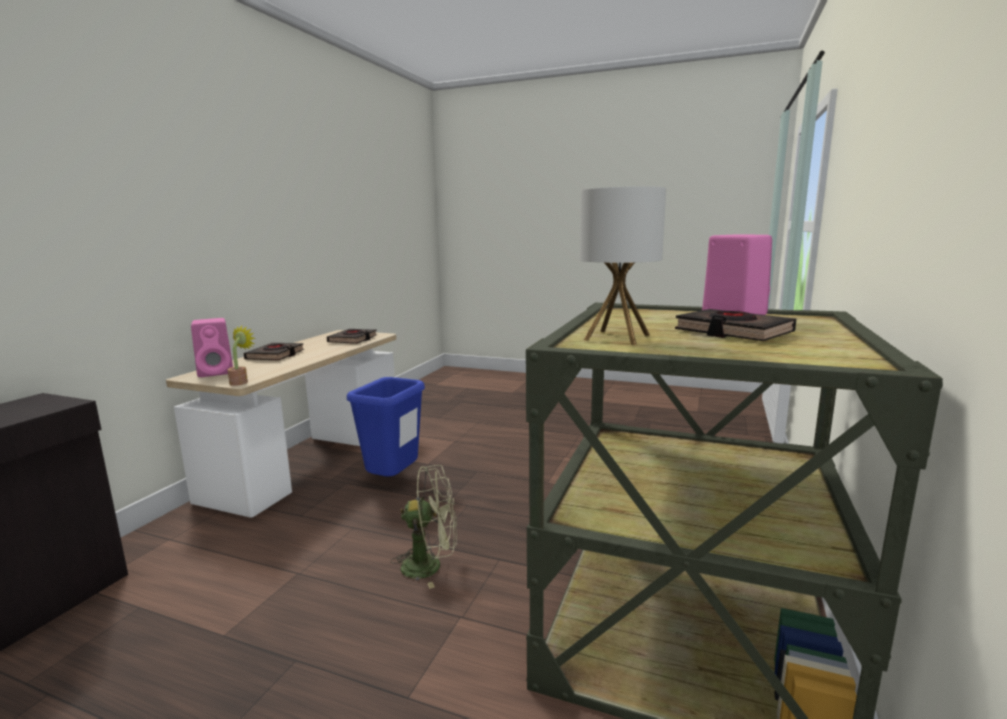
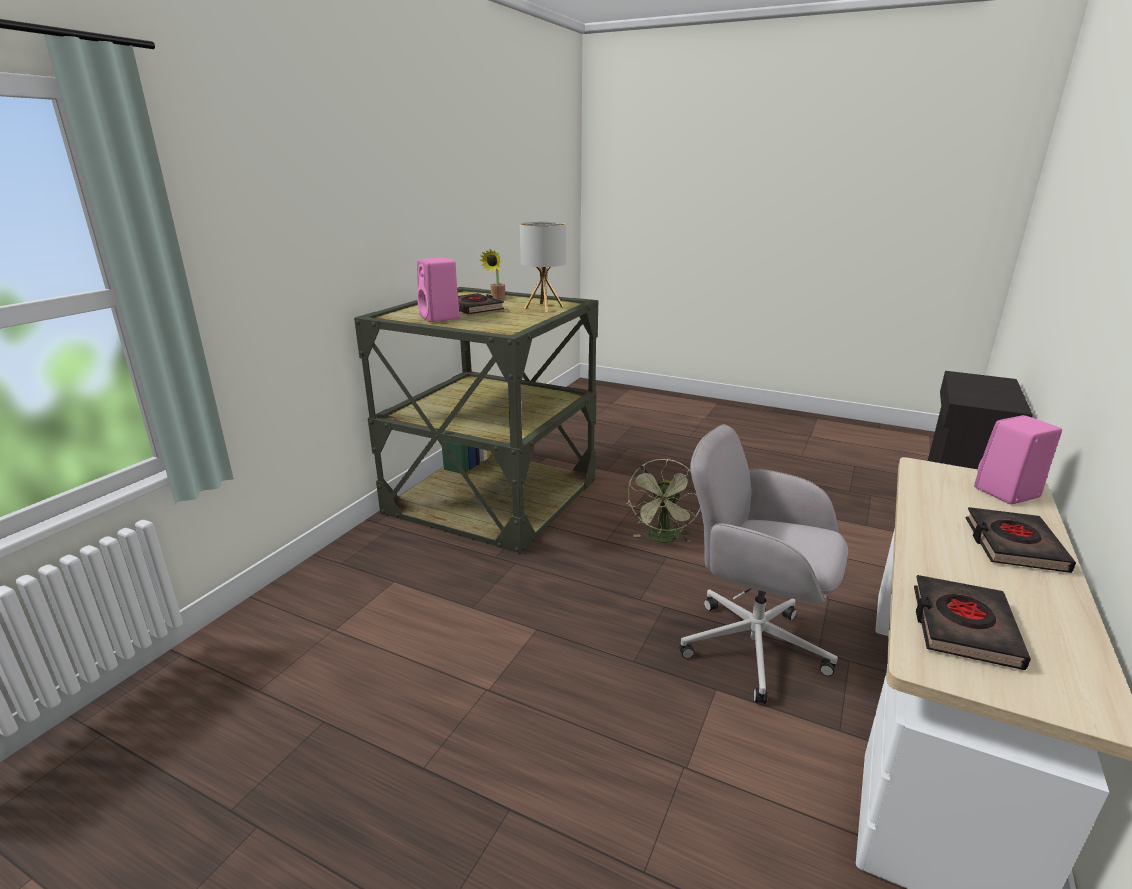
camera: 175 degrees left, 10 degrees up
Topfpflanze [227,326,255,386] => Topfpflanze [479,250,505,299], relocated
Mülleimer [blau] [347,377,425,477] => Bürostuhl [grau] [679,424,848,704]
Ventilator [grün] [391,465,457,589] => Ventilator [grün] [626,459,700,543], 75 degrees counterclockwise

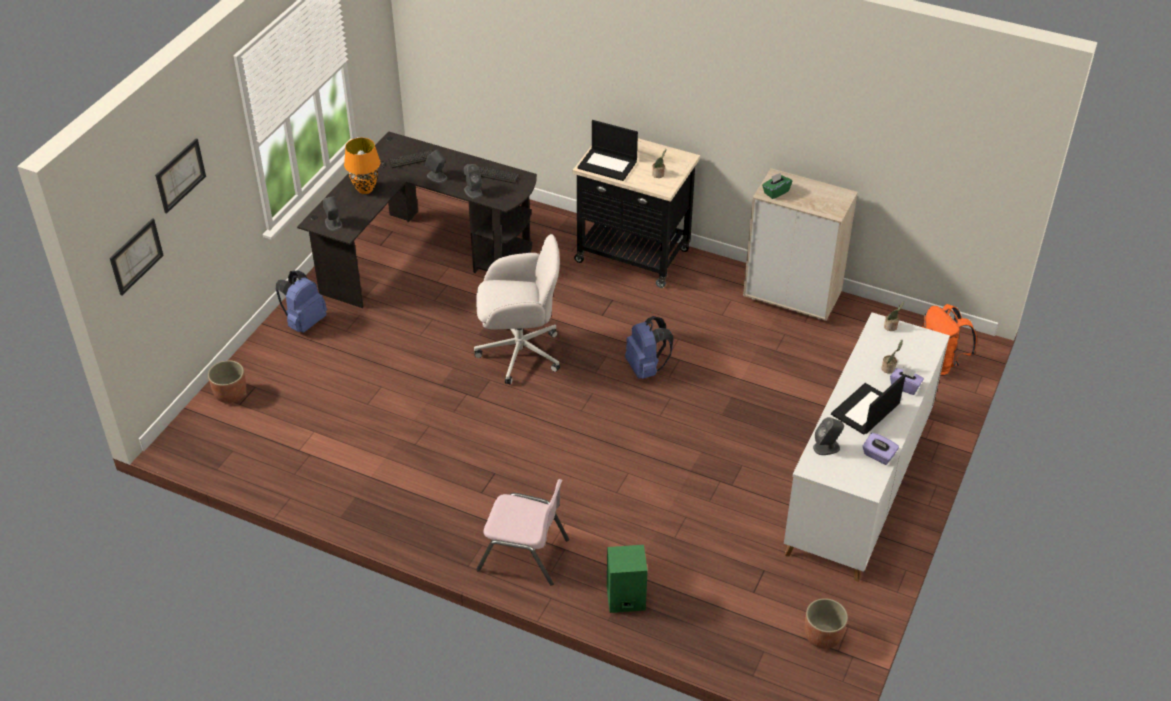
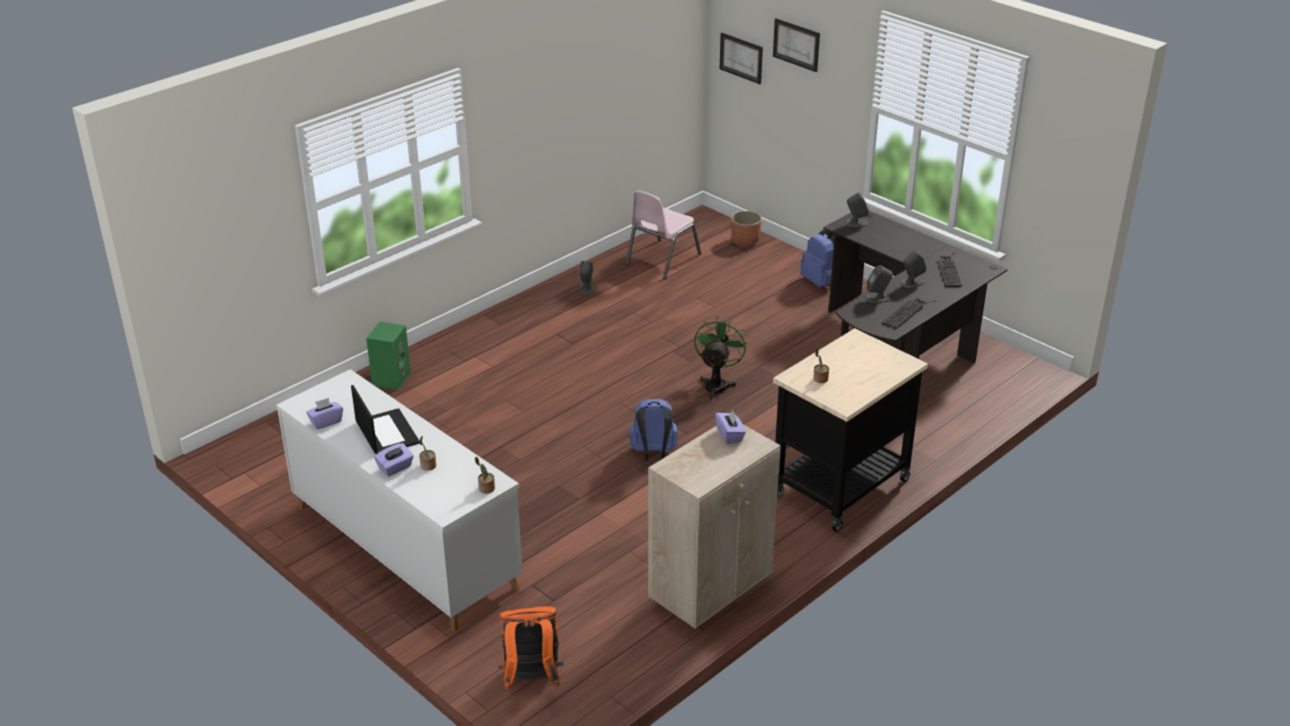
camera: 110 degrees right, 10 degrees down
Laptop [577,120,638,181] => nothing
Tischlampe [orange] [344,138,380,194] => nothing
Taschentuchbox [grün] [762,172,792,199] => Taschentuchbox [lila] [715,409,746,444]
Bürostuhl [weiß] [474,234,560,385] => Ventilator [grün] [694,317,748,400]
Lautsprecher [grau] [813,417,844,455] => Lautsprecher [grau] [579,261,594,294], relocated
Stuhl [rosa] [476,479,569,586] => Stuhl [rosa] [625,191,701,279], relocated
Pflanzkübel [805,598,848,649] => nothing

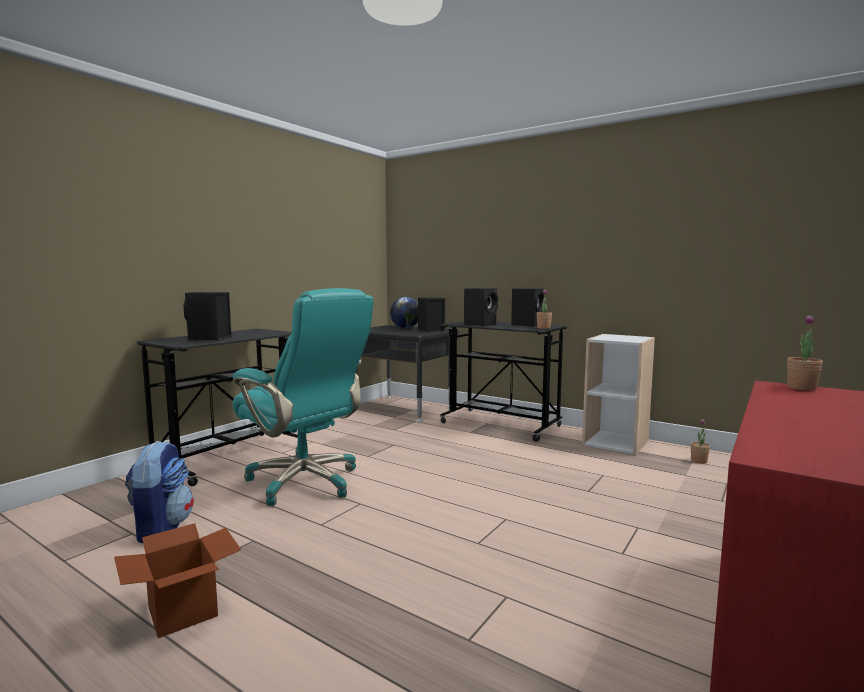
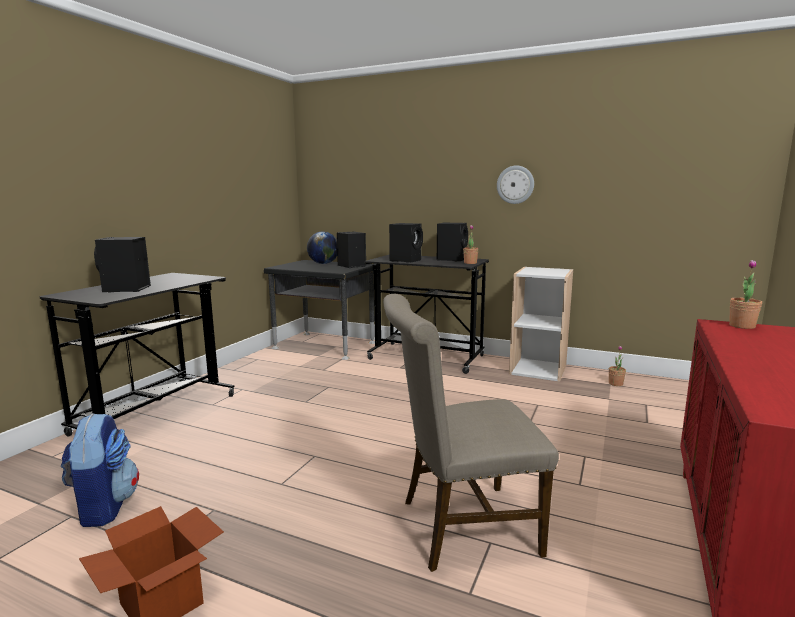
camera: 10 degrees left, 5 degrees up
Bürostuhl [türkis] [232,288,373,506] => nothing
nothing => Wanduhr [497,165,534,204]
nothing => Stuhl [beige] [383,294,559,572]

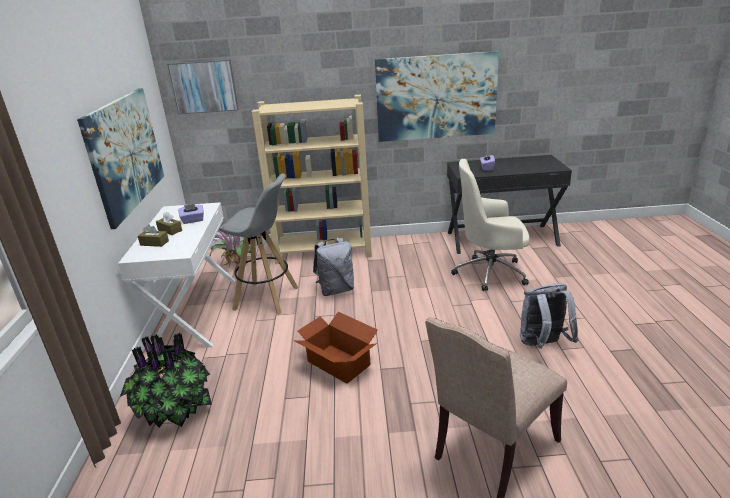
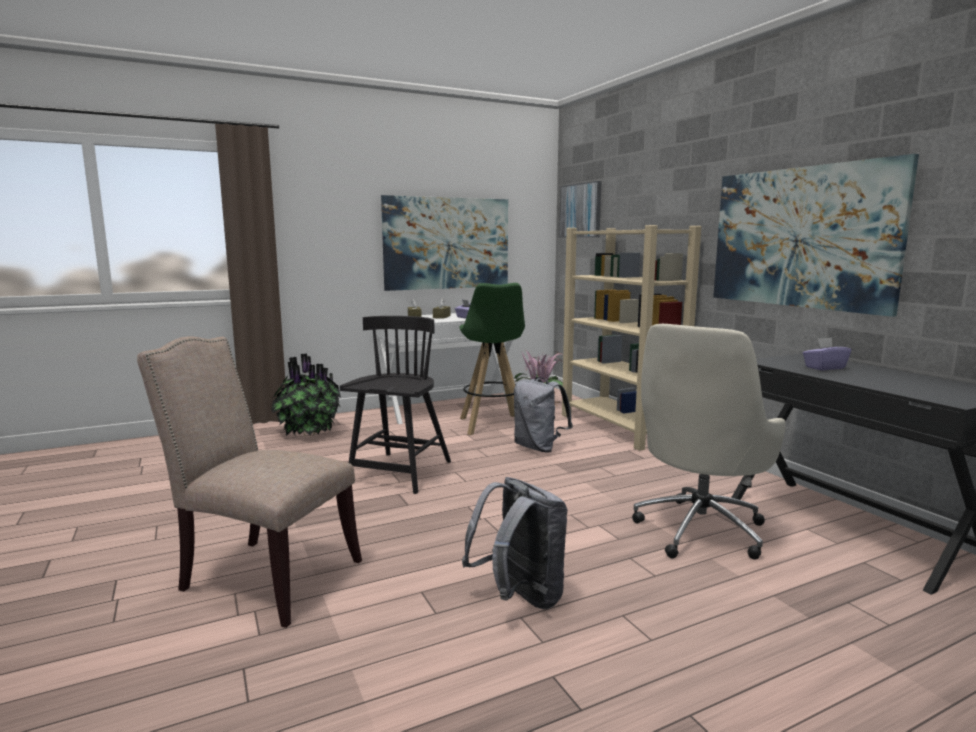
camera: 65 degrees right, 15 degrees down
Bürostuhl [beige] [451,159,530,291] => Bürostuhl [beige] [632,324,786,560], 120 degrees counterclockwise
Hocker [grau] [219,173,298,314] => Hocker [grün] [459,283,525,435]
Karton [293,312,378,384] => Stuhl [schwarz] [340,316,451,494]

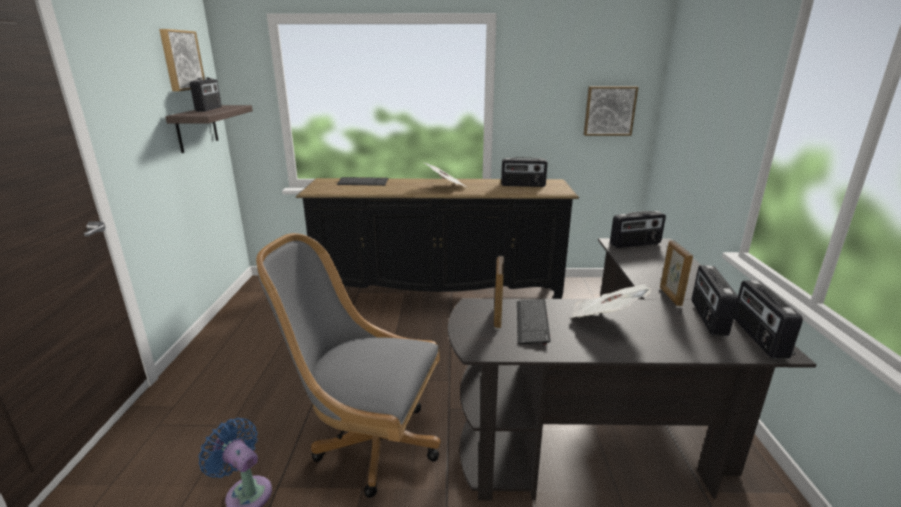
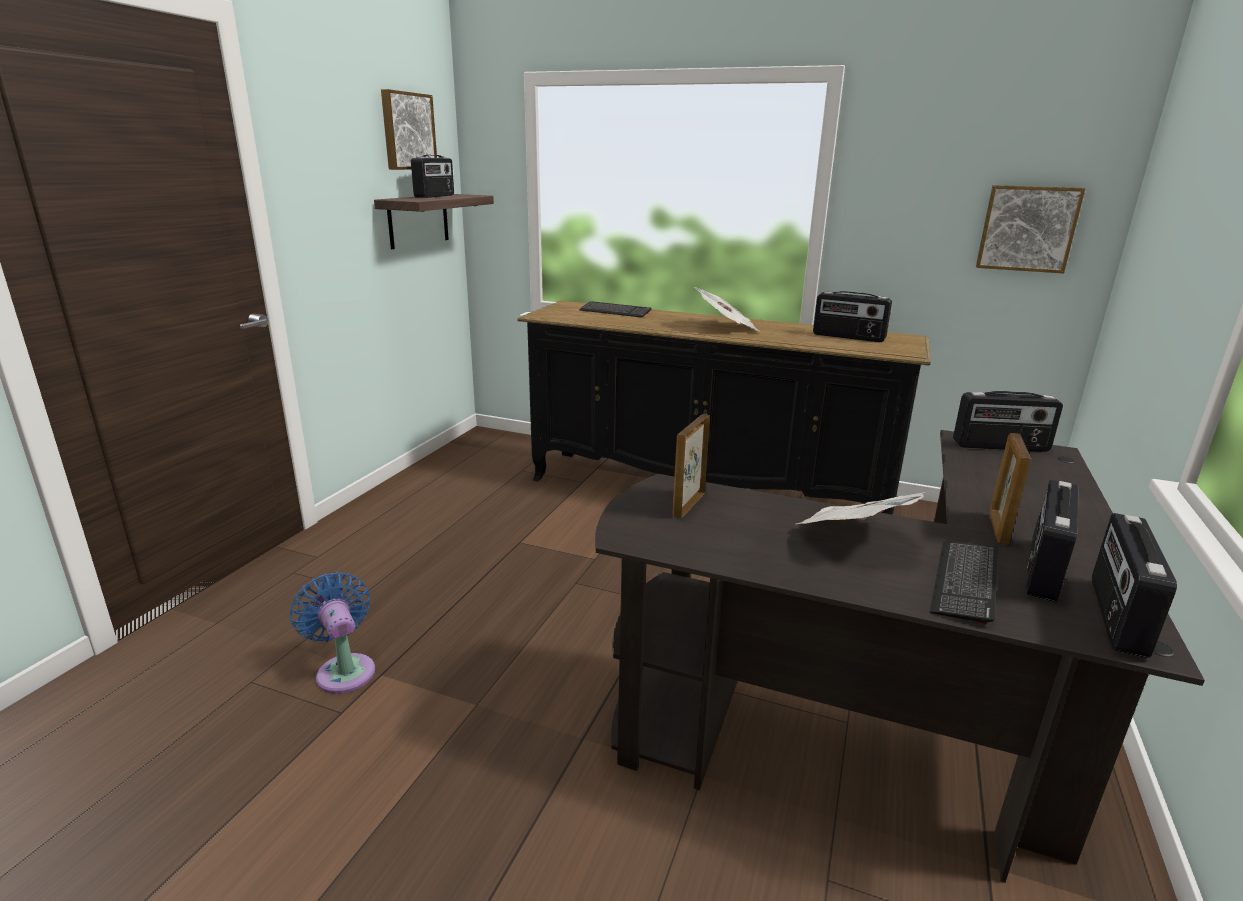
camera: 20 degrees right, 0 degrees up
Bürostuhl [grau] [256,233,441,498] => nothing
Tastatur [517,299,551,345] => Tastatur [930,542,998,625], relocated

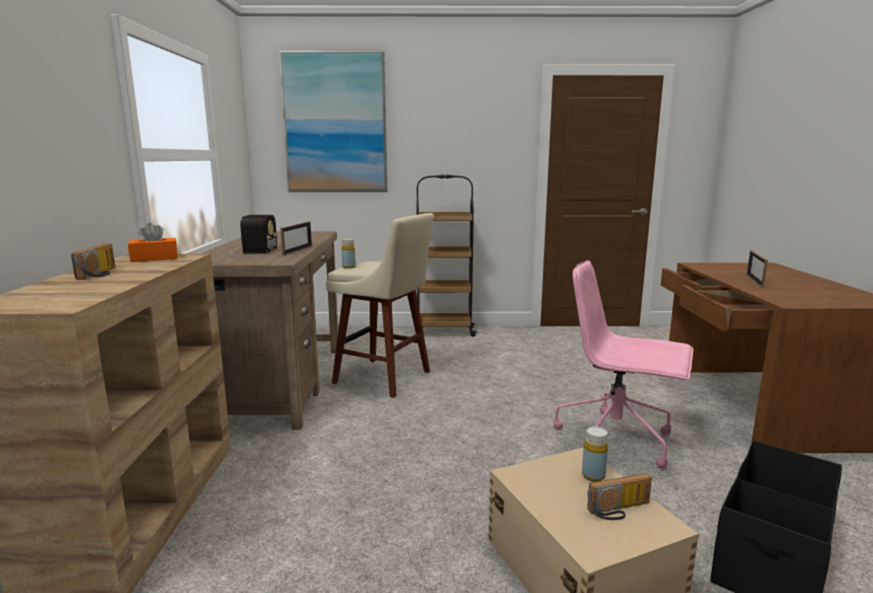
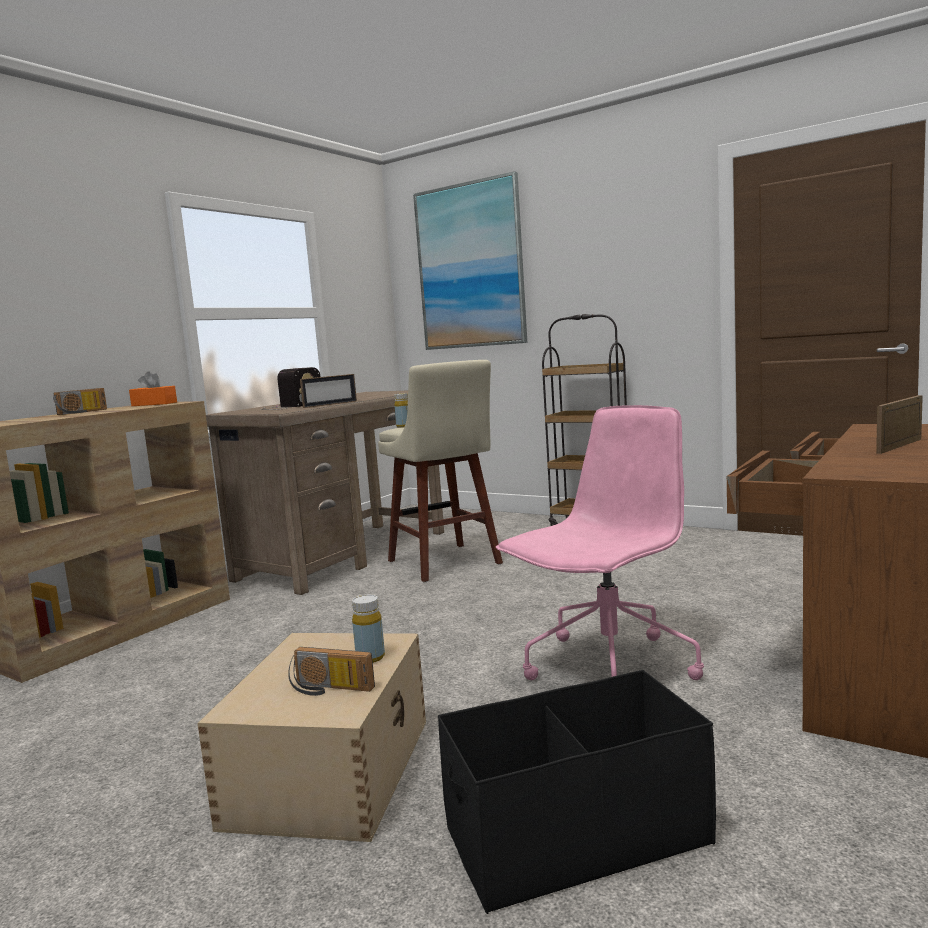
camera: 35 degrees right, 5 degrees down
Bürostuhl [rosa] [553,260,693,468] => Bürostuhl [rosa] [496,405,704,680], 75 degrees clockwise

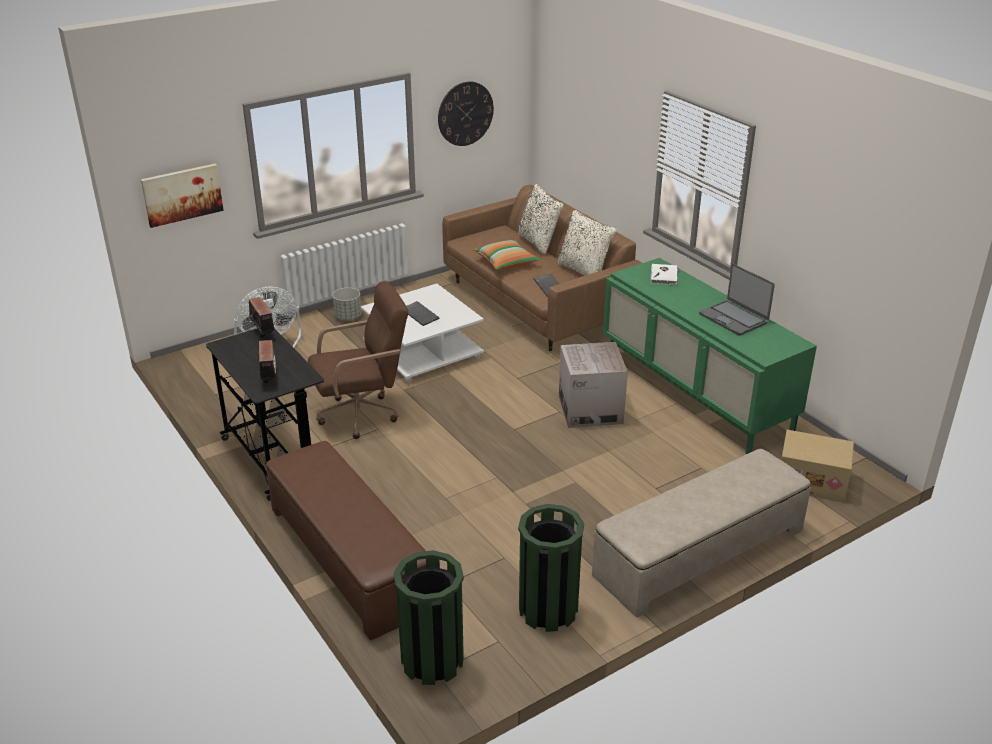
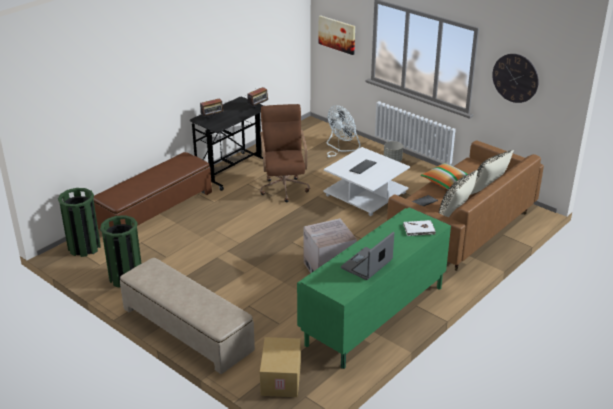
camera: 75 degrees right, 0 degrees up
Bürostuhl [braun] [308,281,409,439] => Bürostuhl [braun] [260,104,310,202], 150 degrees counterclockwise

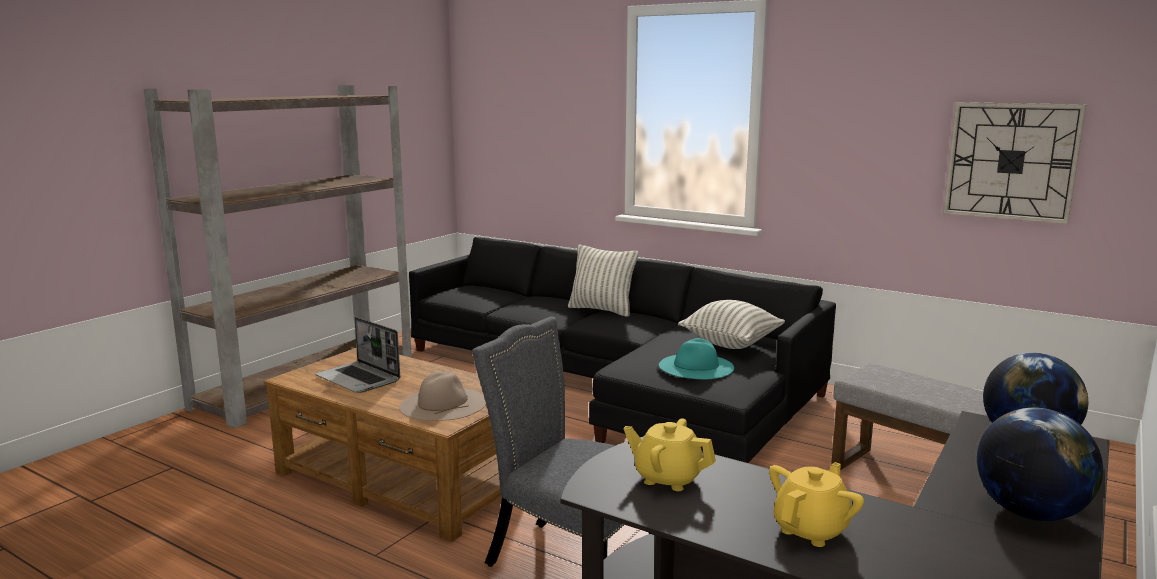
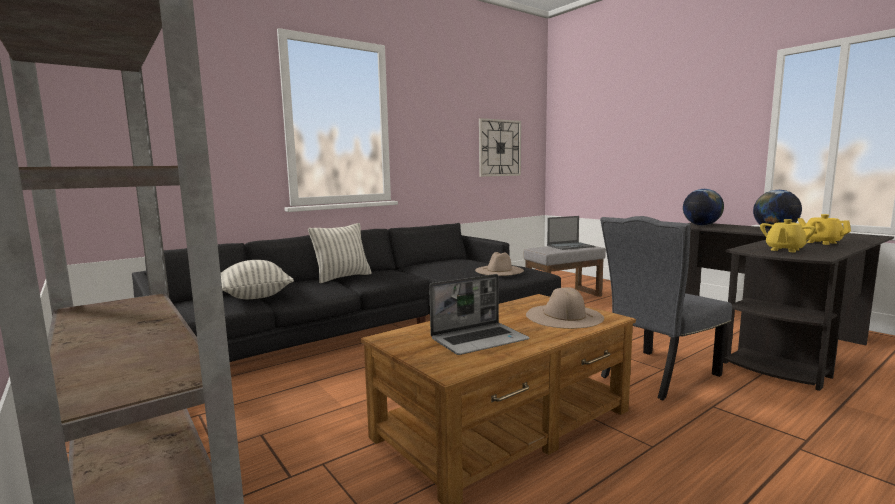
camera: 70 degrees left, 5 degrees down
Kissen [678,300,785,349] => Kissen [221,260,294,299], relocated
Hut [türkis] [659,338,734,379] => Hut [beige] [475,252,524,276]
nothing => Laptop [547,216,595,250]

